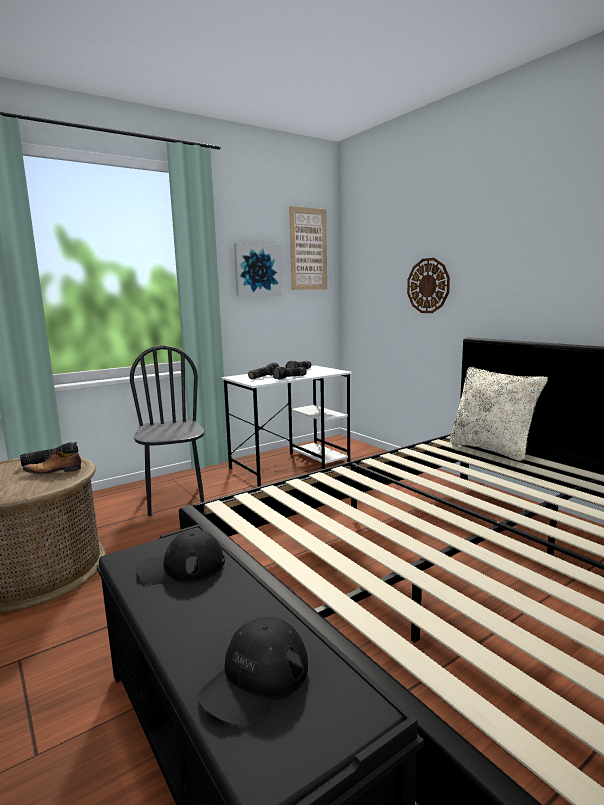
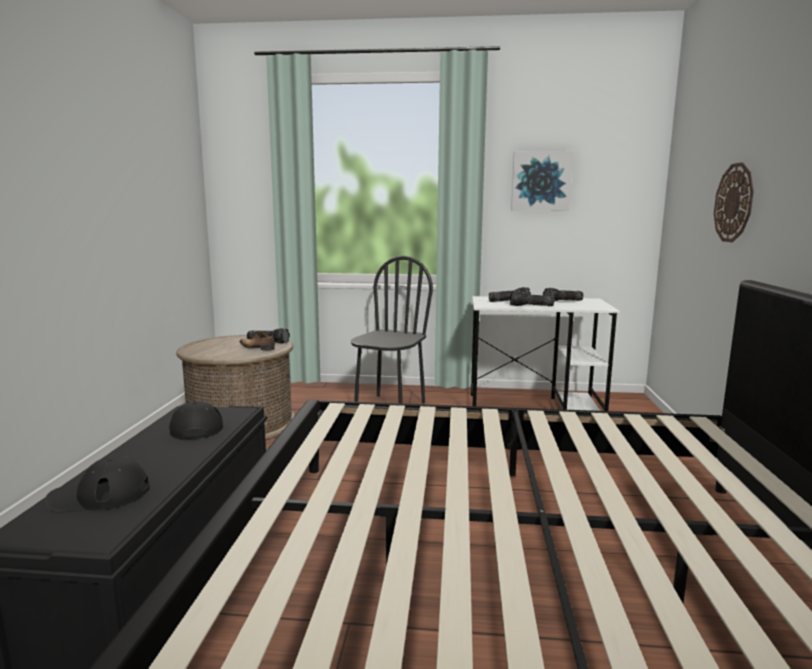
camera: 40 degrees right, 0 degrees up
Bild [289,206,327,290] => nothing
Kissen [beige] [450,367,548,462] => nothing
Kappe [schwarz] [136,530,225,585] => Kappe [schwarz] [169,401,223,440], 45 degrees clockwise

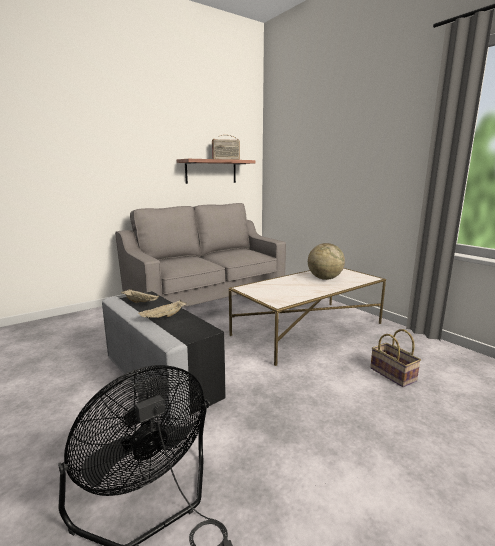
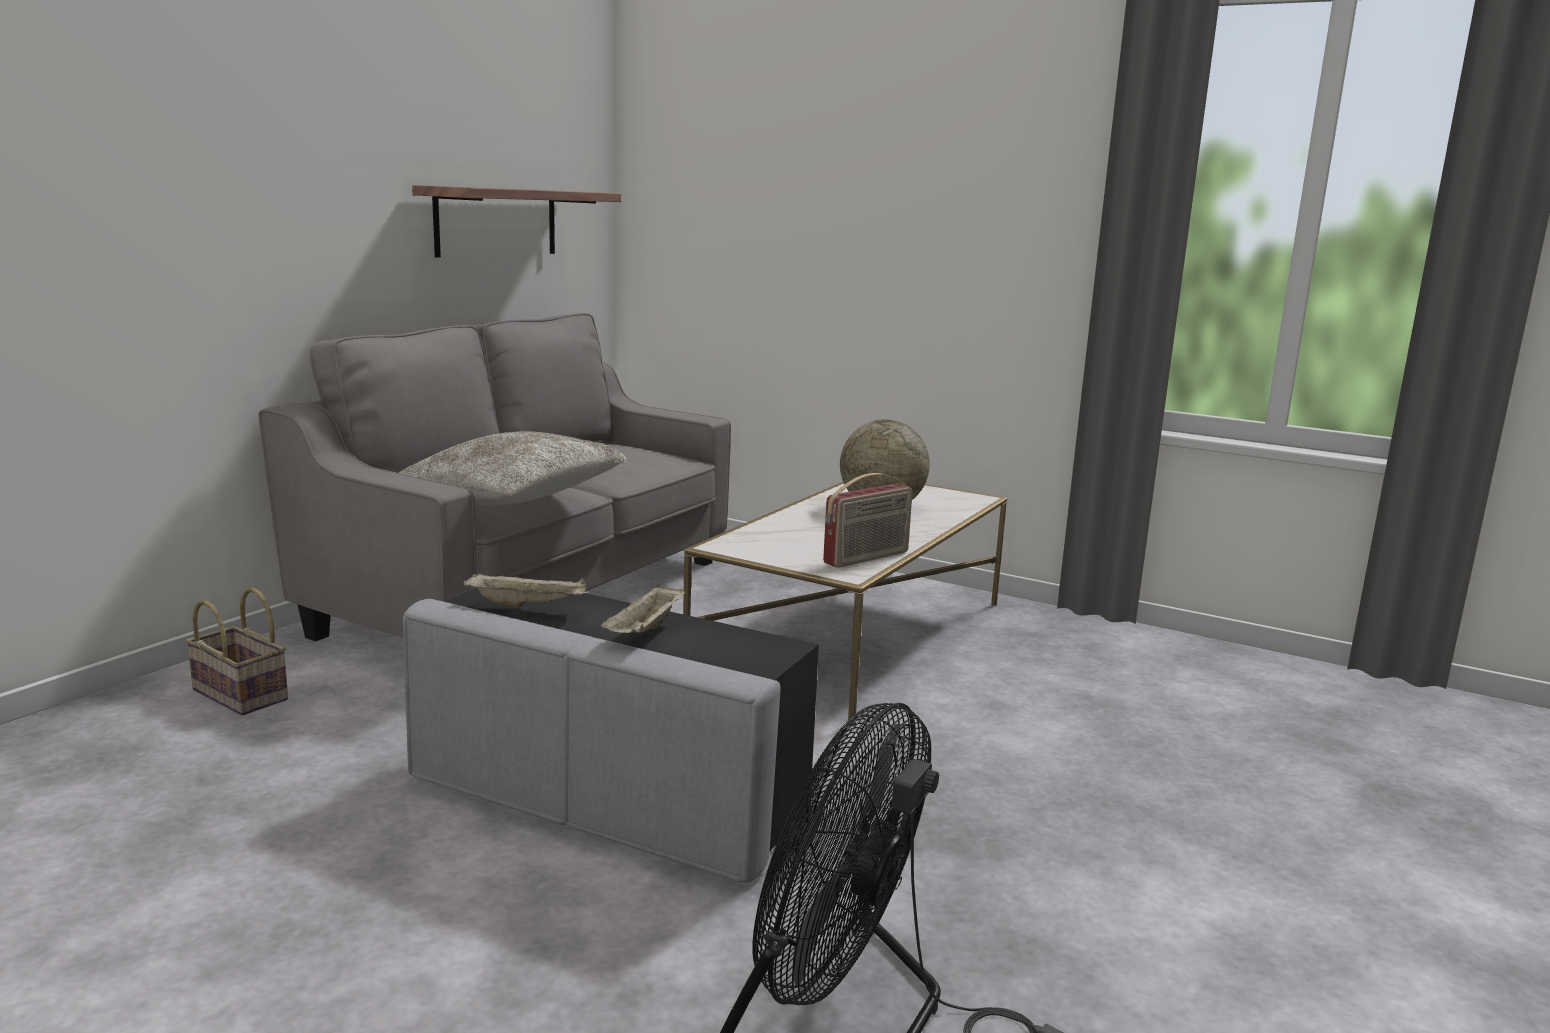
camera: 25 degrees left, 0 degrees up
Radio [212,135,240,160] => Radio [823,473,913,568], relocated
Korb [370,329,421,387] => Korb [186,587,288,716], relocated
nothing => Kissen [beige] [399,431,627,505]

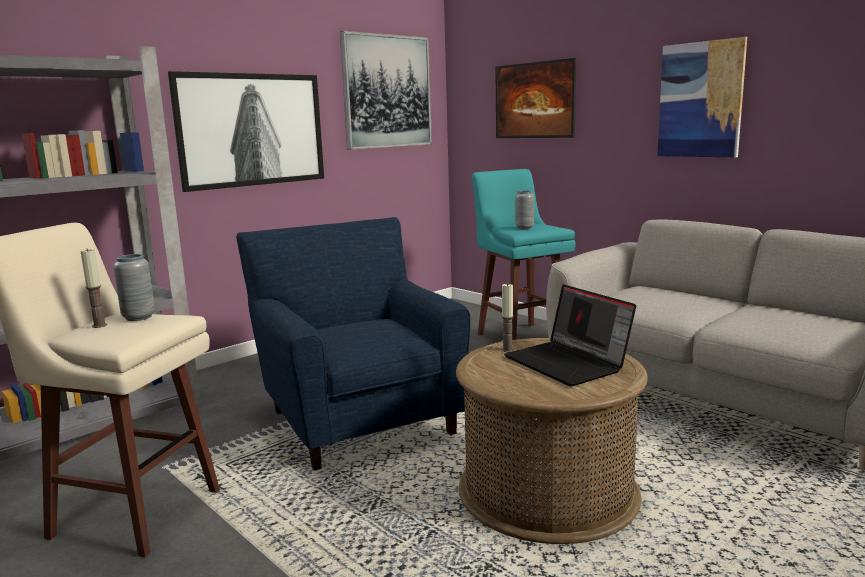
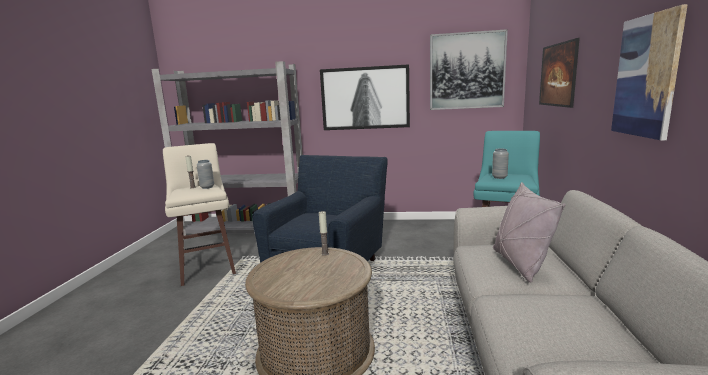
camera: 50 degrees right, 0 degrees up
Laptop [504,284,636,386] => nothing
nothing => Kissen [lila] [493,182,565,283]

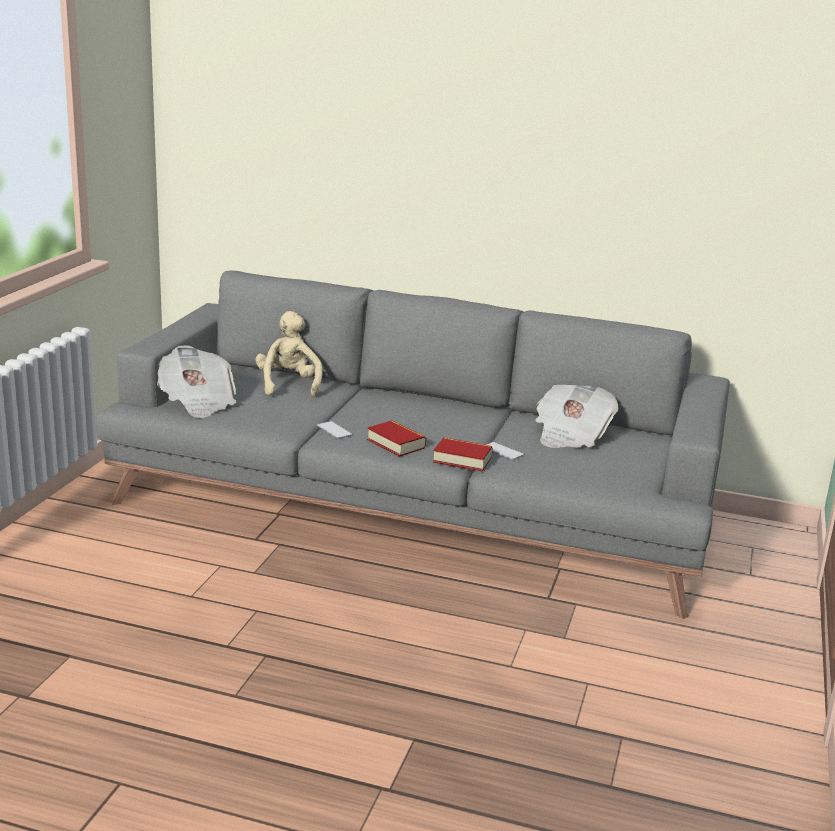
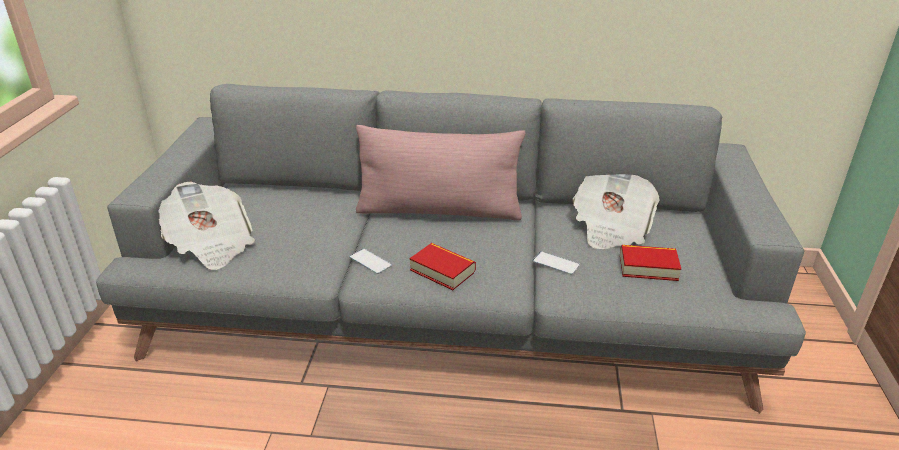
camera: 10 degrees left, 10 degrees up
Plüschtier [beige] [256,311,323,397] => nothing
Buch [433,437,493,472] => Buch [620,245,681,281], relocated
nothing => Kissen [rosa] [356,125,526,220]

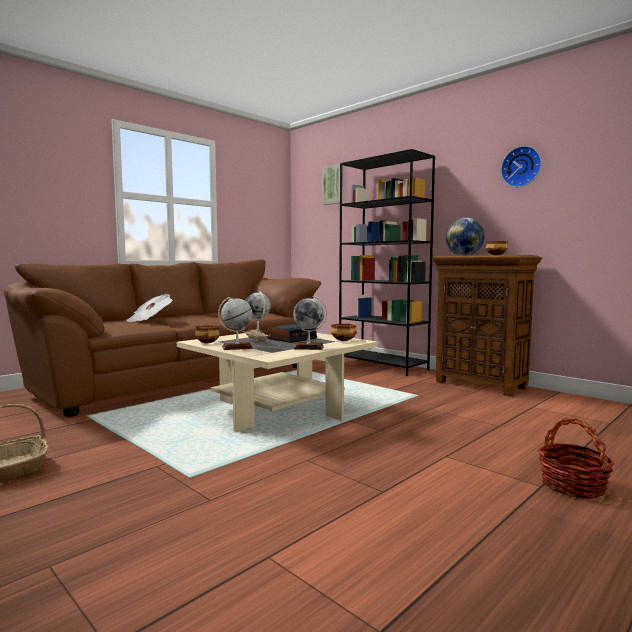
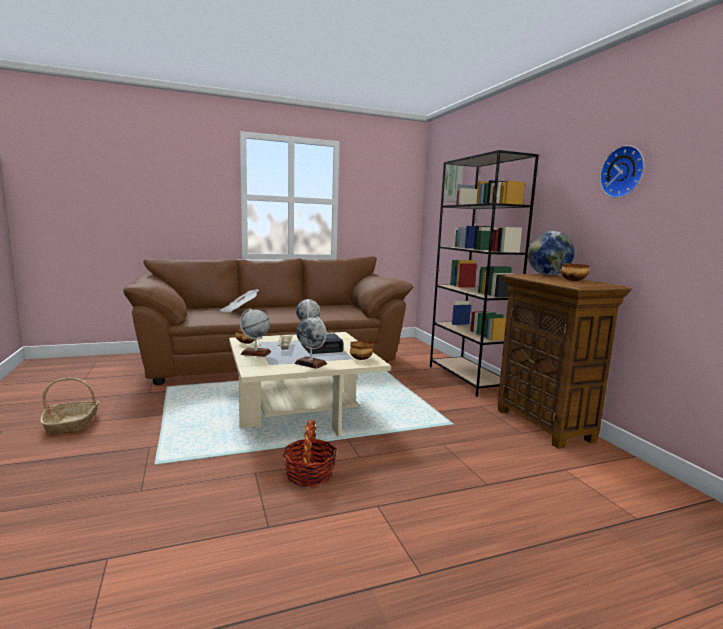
camera: 25 degrees right, 5 degrees up
Bücherregal [schwarz] [339,149,435,376] => Bücherregal [beige] [430,150,539,397]
Korb [538,418,615,499] => Korb [283,420,337,487], relocated

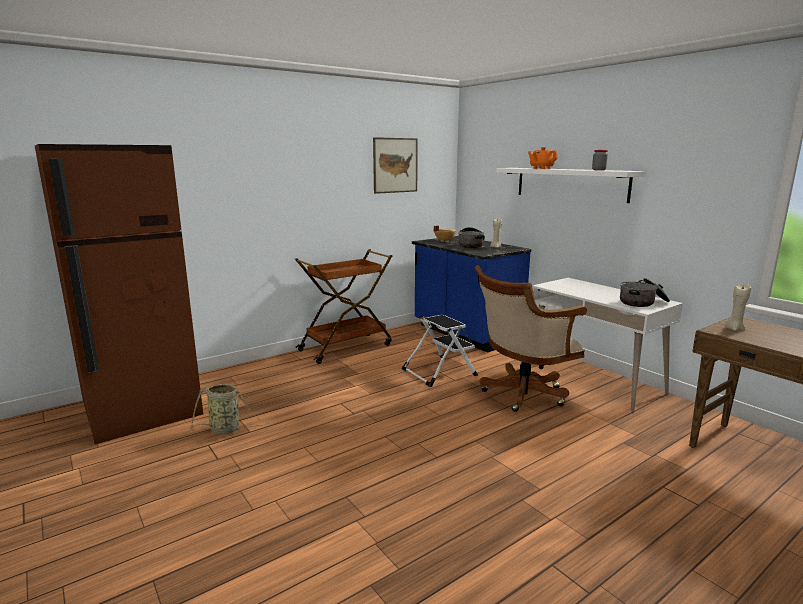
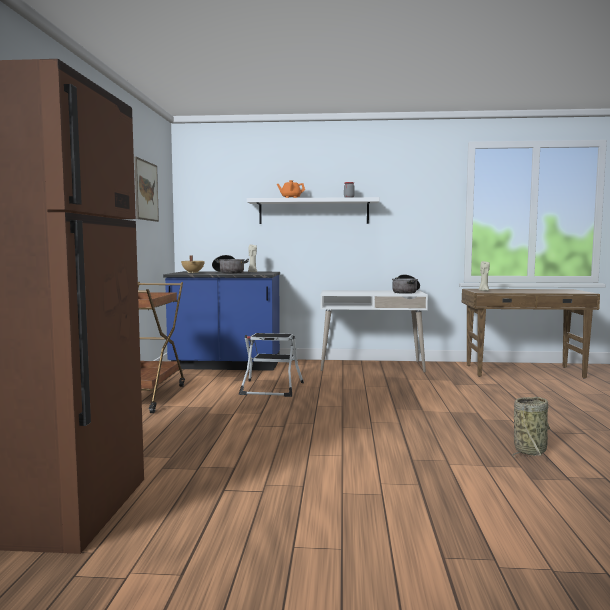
camera: 50 degrees left, 10 degrees down
Bürostuhl [475,265,587,412] => nothing
Korb [190,384,269,434] => Korb [512,397,550,458], relocated

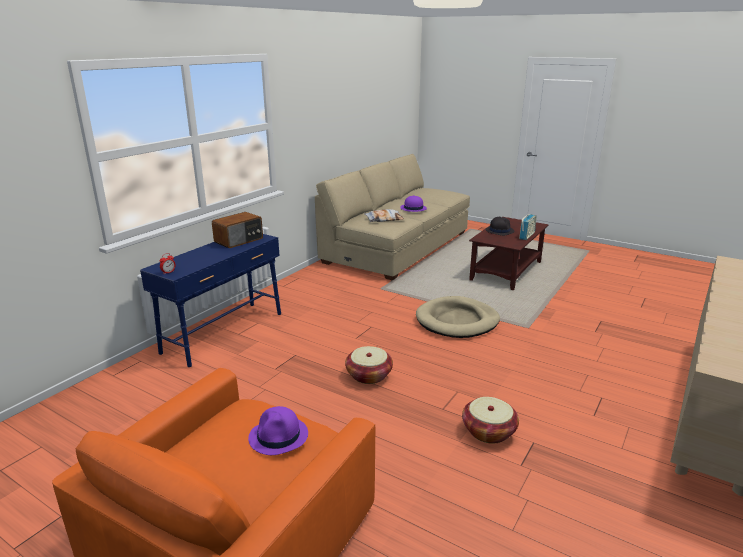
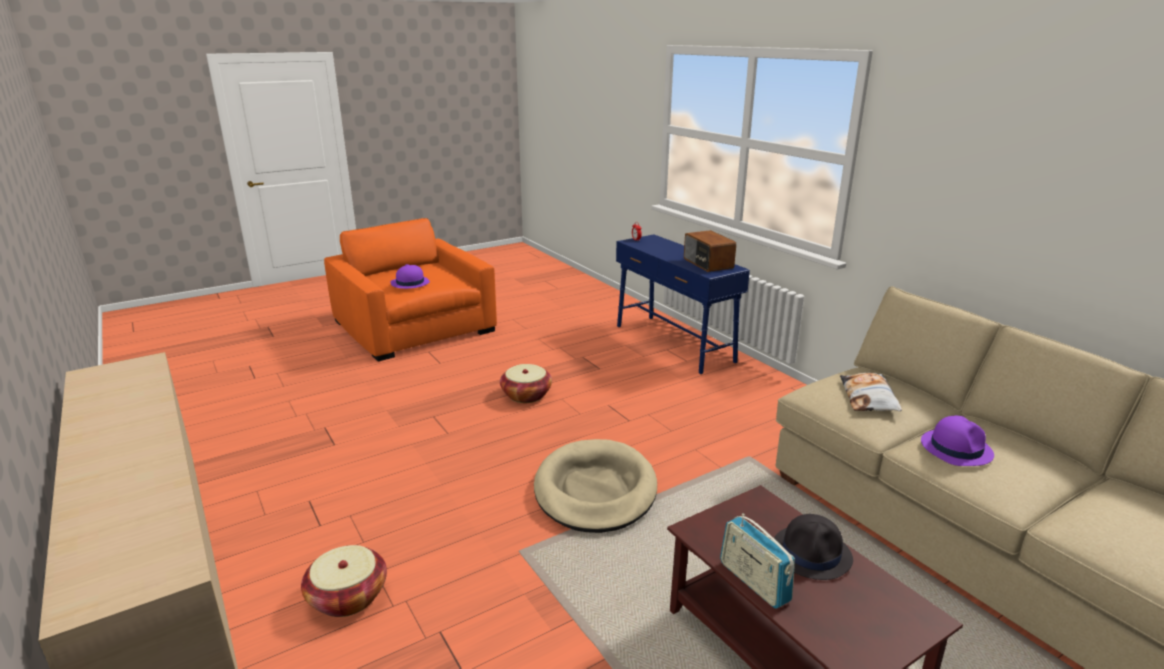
camera: 115 degrees right, 0 degrees up
Korb [462,397,519,443] => Korb [301,545,387,617], relocated

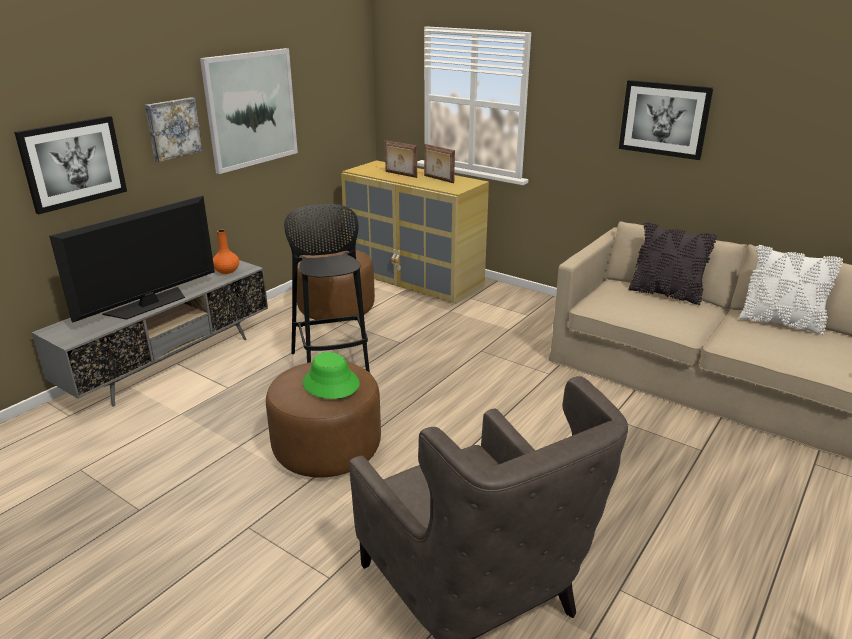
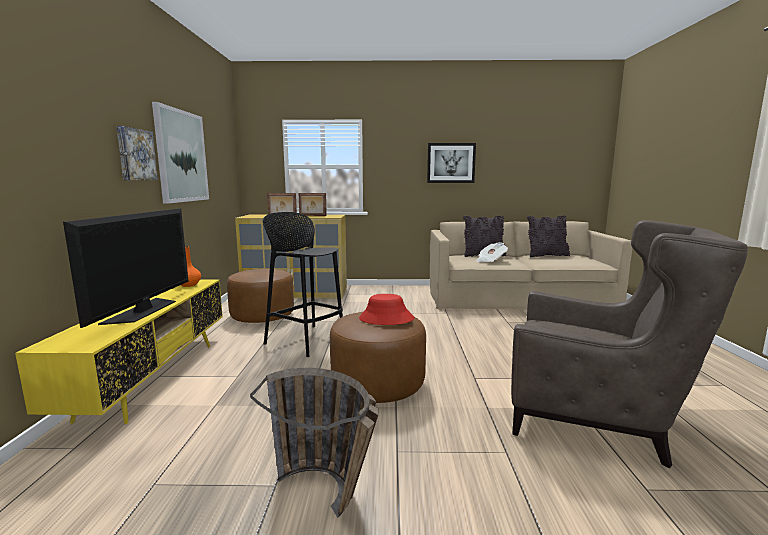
camera: 35 degrees left, 15 degrees down
Bild [14,116,127,214] => nothing
Kissen [weiß] [739,245,843,335] => Kissen [schwarz] [527,215,570,257]
Fernsehschrank [grau] [31,260,268,407] => Fernsehschrank [gelb] [15,280,223,424]
Hut [grün] [303,352,360,399] => Hut [rot] [359,294,414,325]
nothing => Zeitung [476,242,508,262]
nothing => Korb [250,368,379,518]

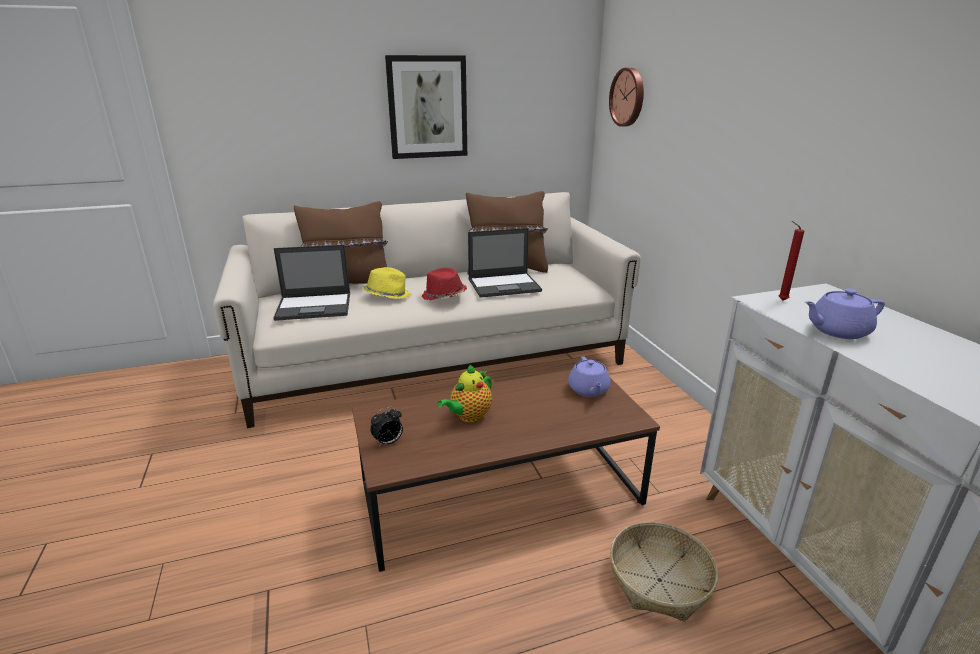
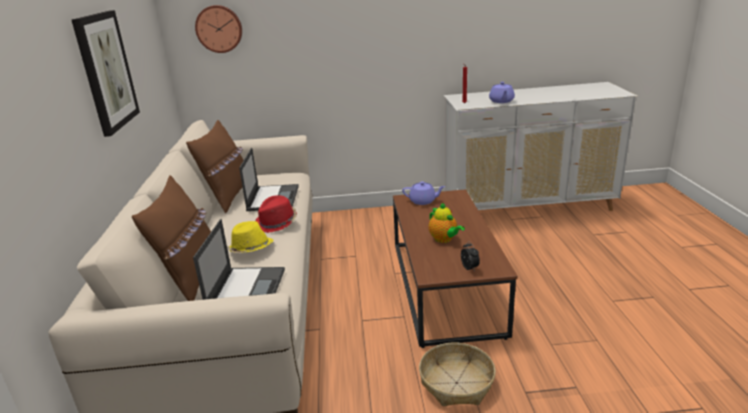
camera: 75 degrees left, 0 degrees up
Korb [610,522,718,621] => Korb [419,343,496,406], relocated

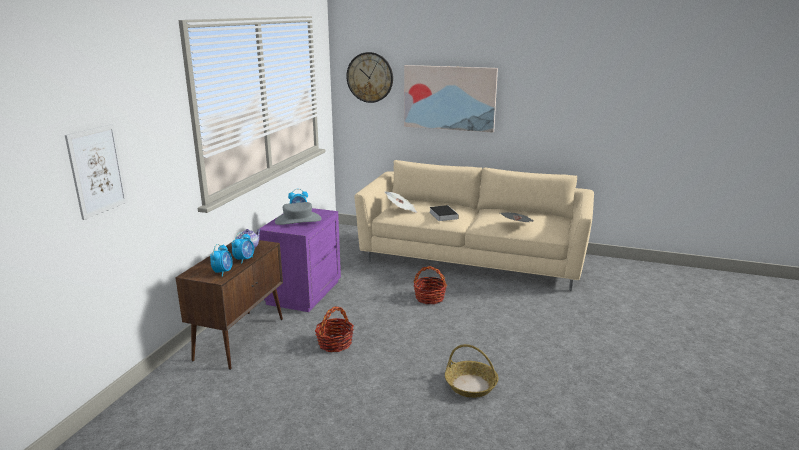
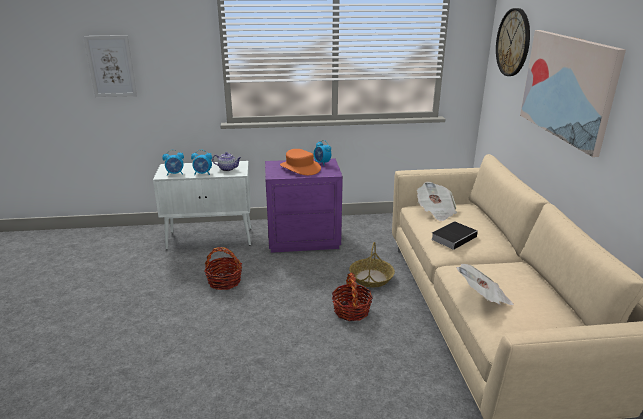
camera: 65 degrees right, 5 degrees up
Hut [grau] [275,202,322,225] => Hut [orange] [280,149,321,175]
Schrank [braun] [175,240,283,370] => Schrank [weiß] [153,161,251,250]
Korb [445,344,498,398] => Korb [349,242,395,287], relocated

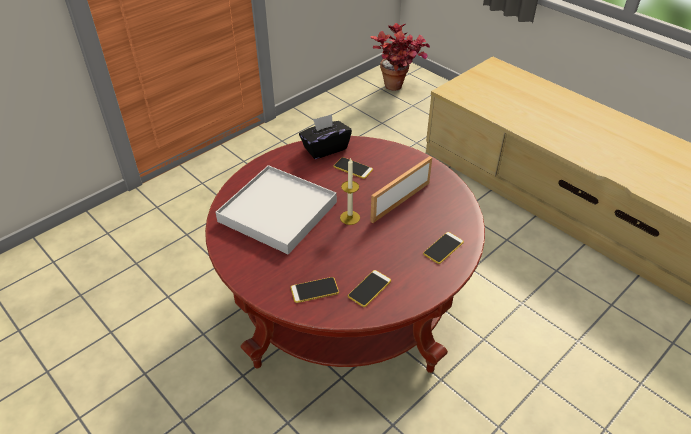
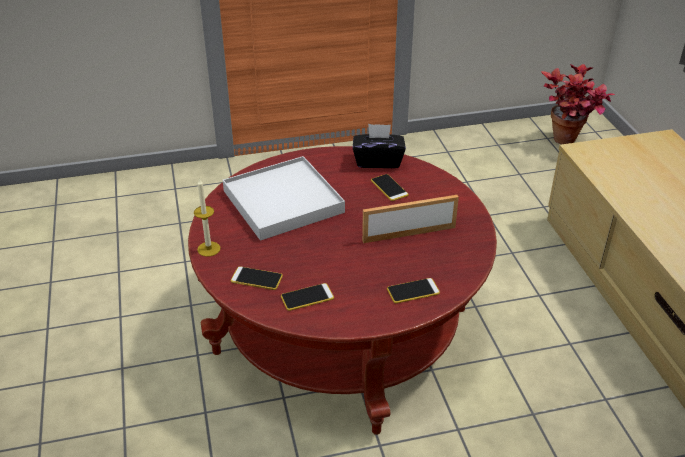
camera: 30 degrees right, 5 degrees down
Kerze [340,158,360,225] => Kerze [194,178,220,257], relocated

